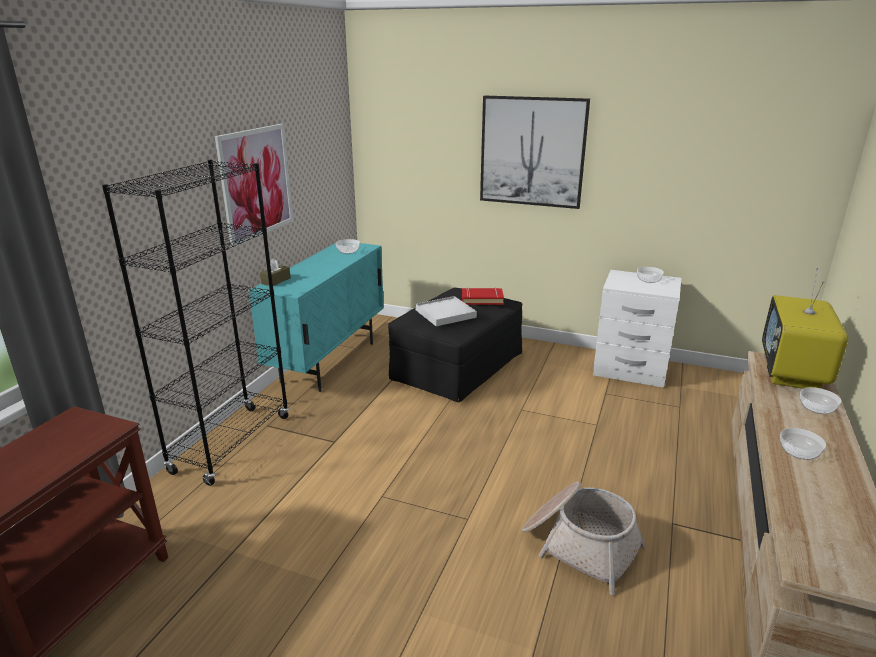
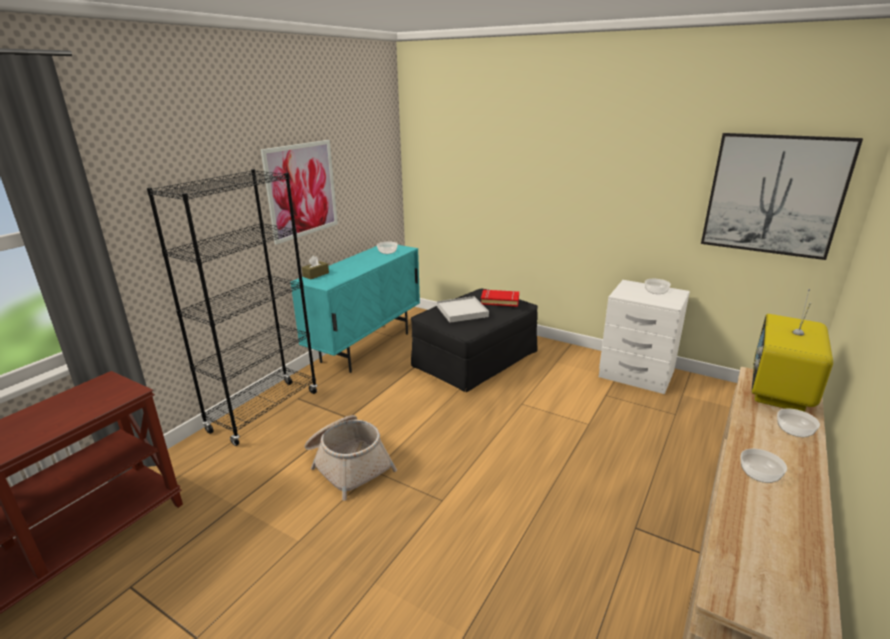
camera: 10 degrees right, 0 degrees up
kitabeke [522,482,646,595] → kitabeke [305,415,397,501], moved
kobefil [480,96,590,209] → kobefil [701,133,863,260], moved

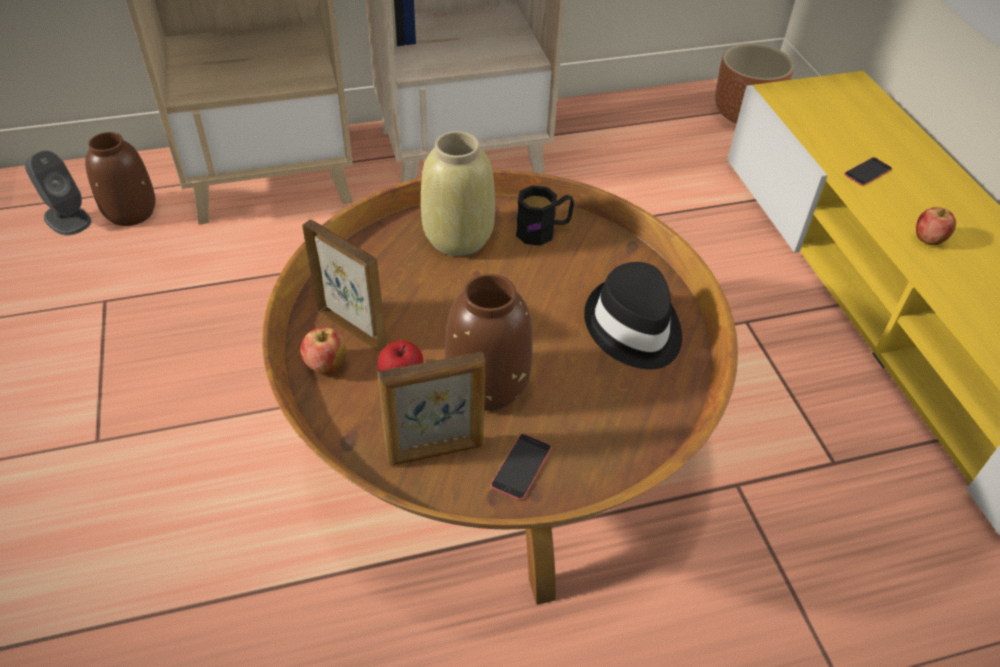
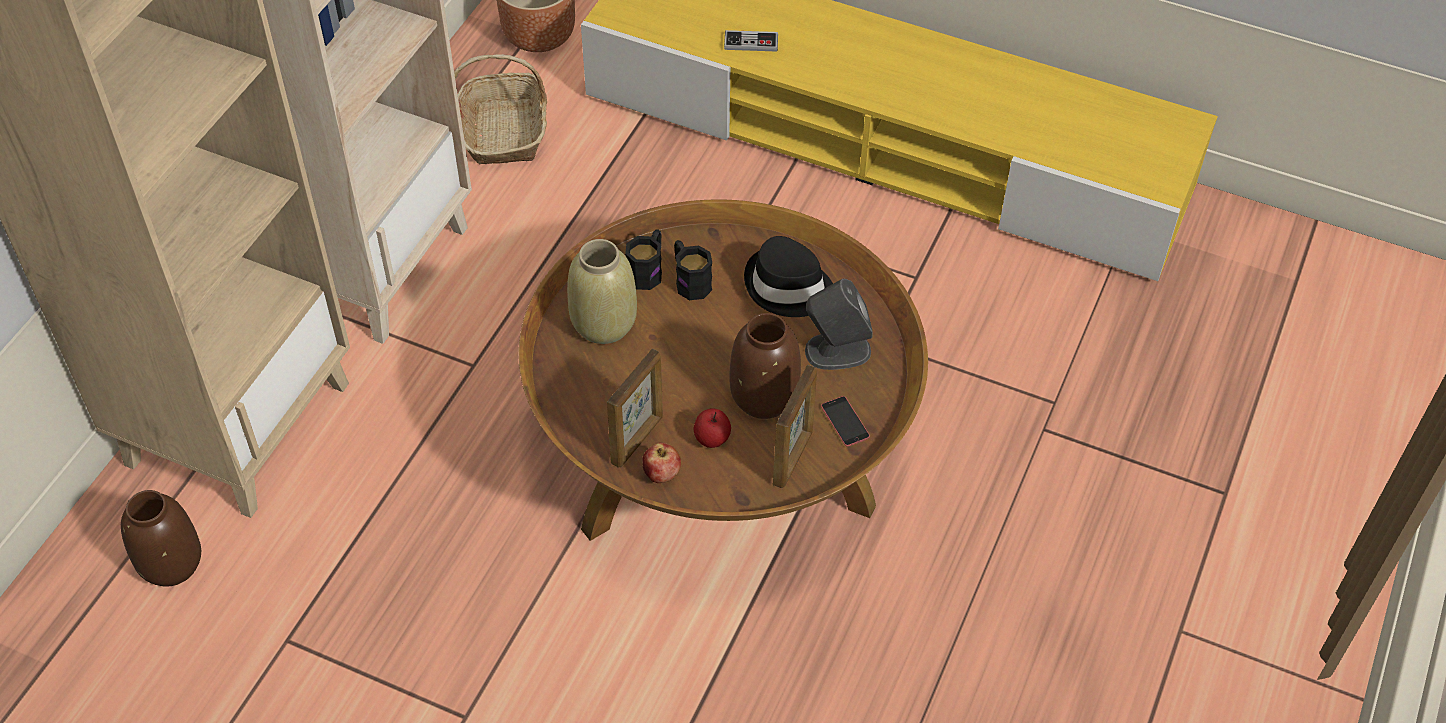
camera: 50 degrees left, 5 degrees up
- → kitabeke [454,54,547,164]
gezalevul [303,220,387,352] → gezalevul [607,349,663,468], 135 degrees clockwise
- → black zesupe [674,240,712,300]
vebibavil [844,157,892,186] → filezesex [724,30,778,51]
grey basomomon [25,150,91,235] → grey basomomon [805,279,873,370], moved
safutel [916,207,956,245] → -

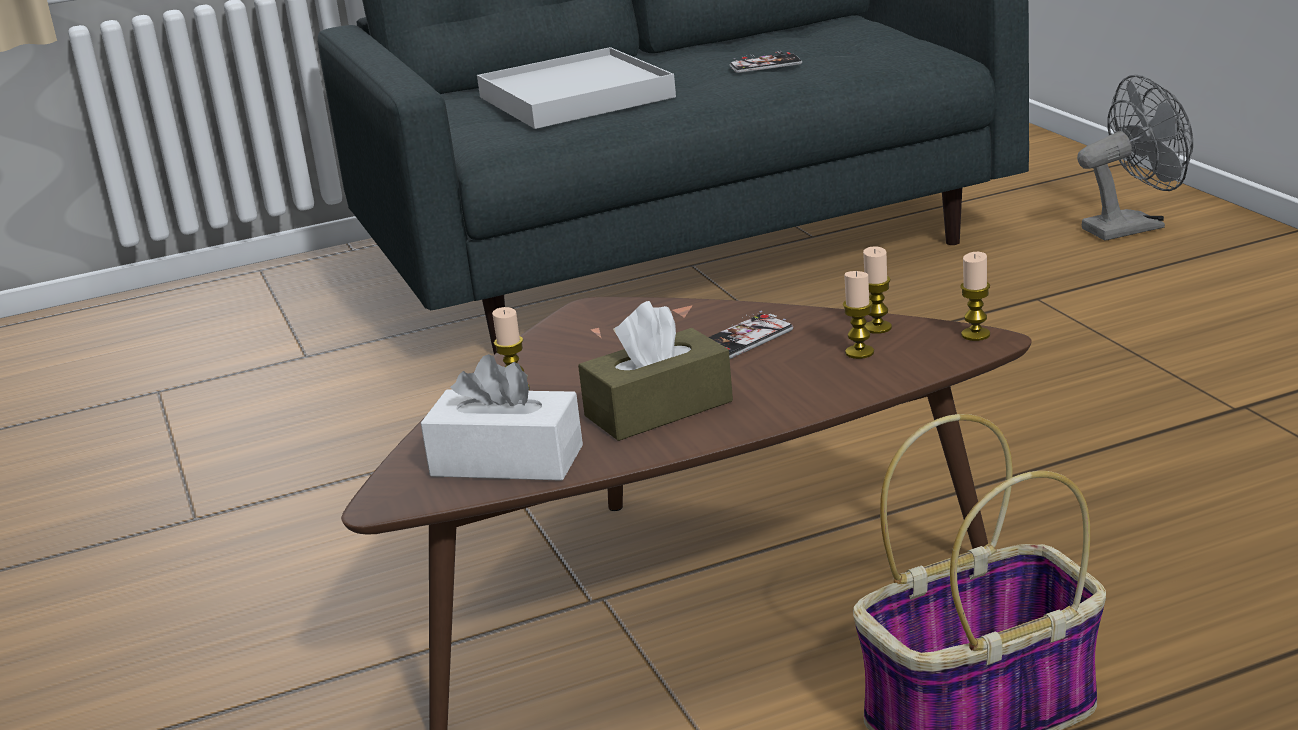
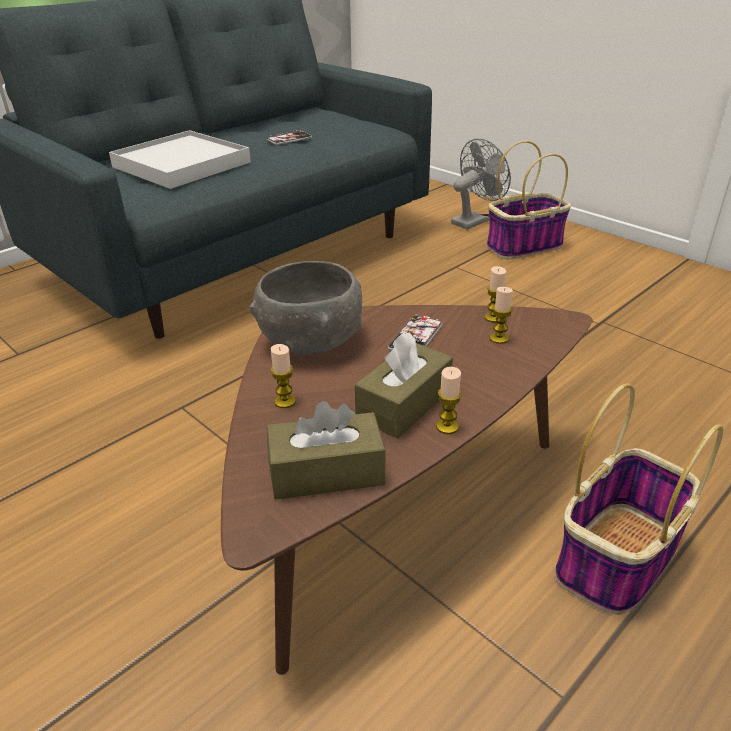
camera: 25 degrees left, 10 degrees up
- → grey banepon [249,261,362,354]
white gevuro [421,354,583,481] → brown gevuro [267,401,386,500]
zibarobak [960,252,990,341] → zibarobak [436,367,462,434], moved
- → kitabeke [487,141,571,259]

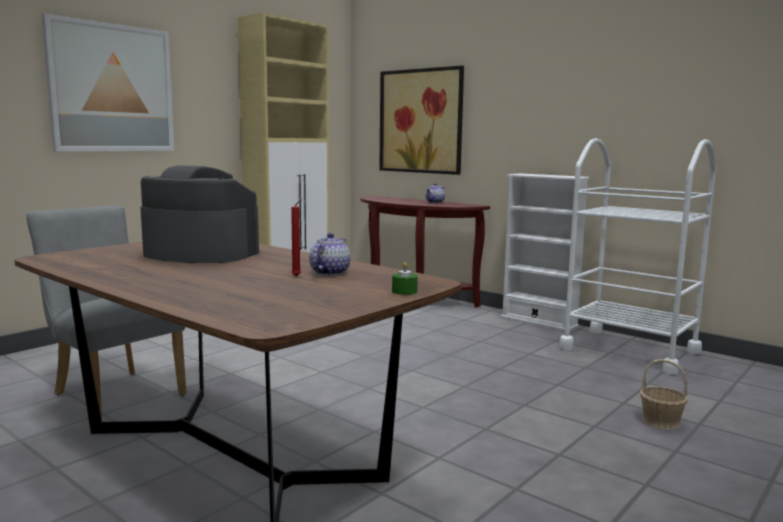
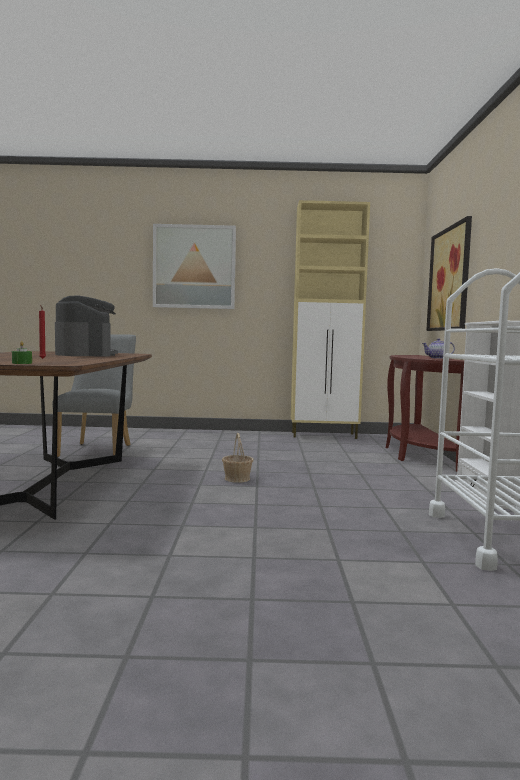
camera: 50 degrees right, 5 degrees down
kitabeke [640,359,688,430] → kitabeke [222,433,254,483], moved
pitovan [309,233,351,276] → -

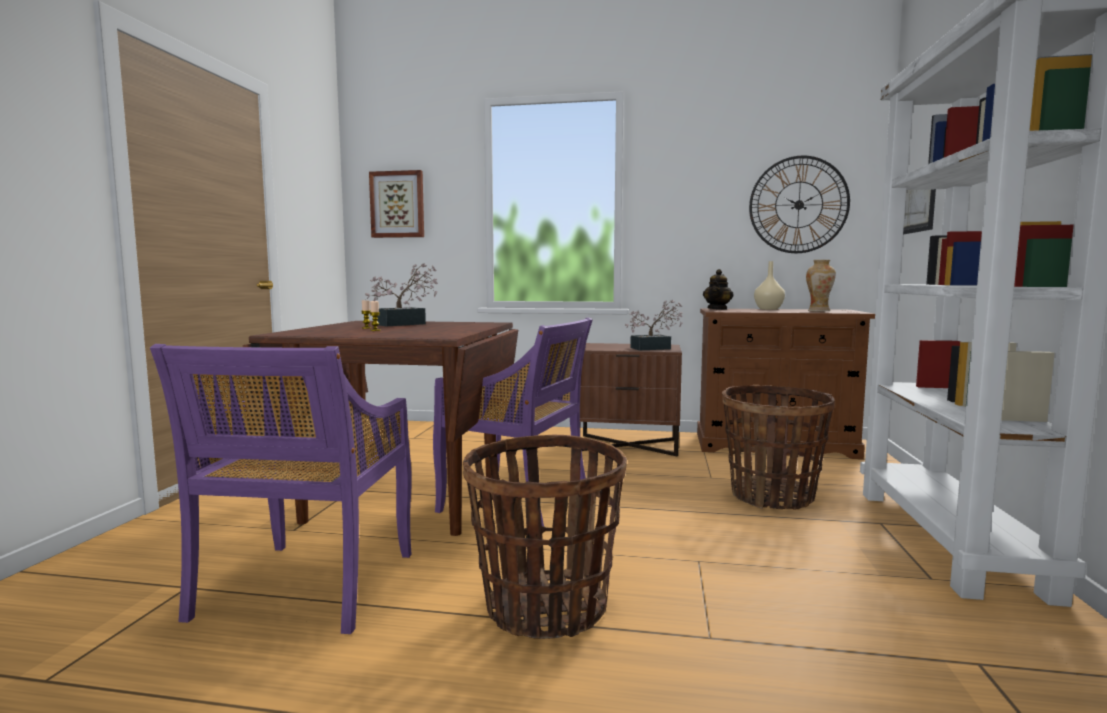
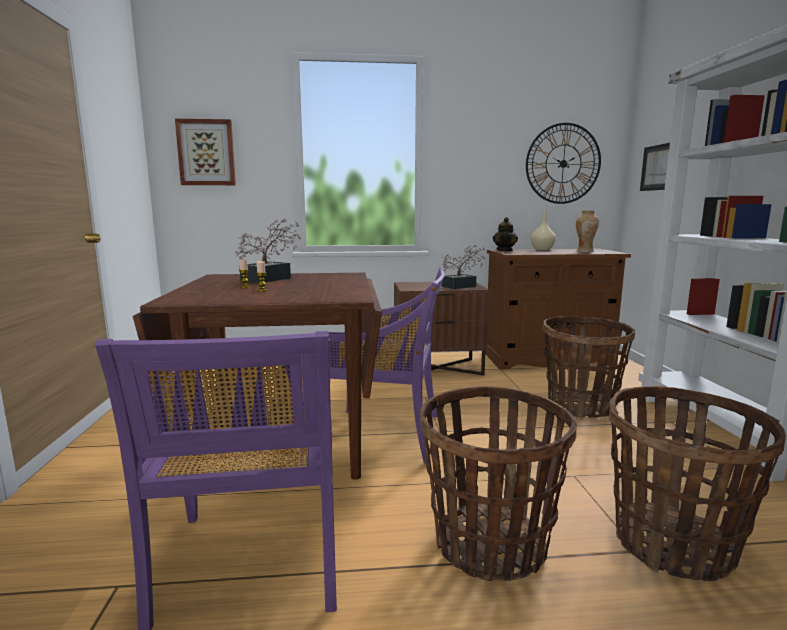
camera: 15 degrees left, 5 degrees up
- → kitabeke [609,386,786,581]

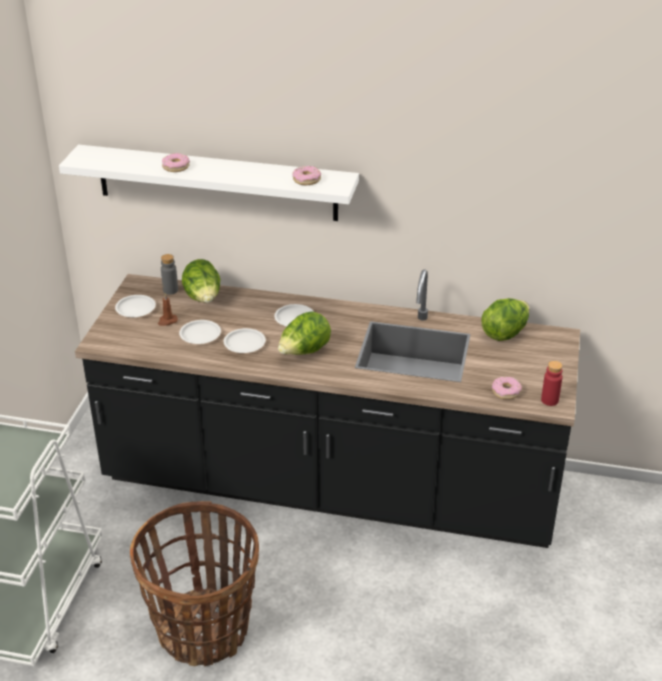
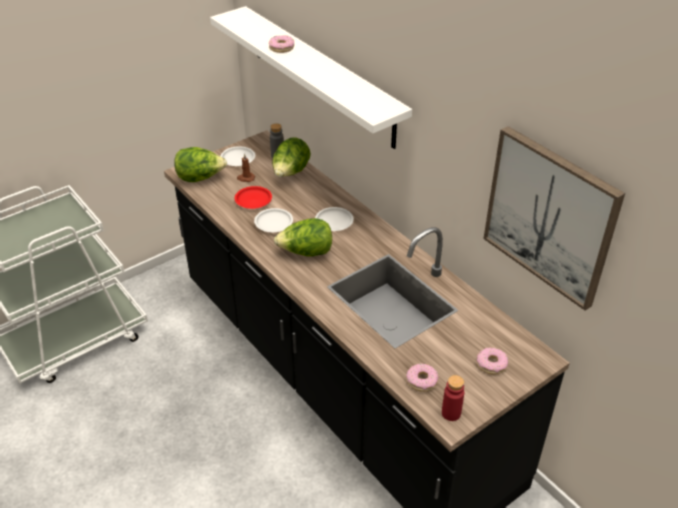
camera: 40 degrees right, 5 degrees up
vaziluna [482,298,529,341] → vaziluna [174,147,227,182], moved
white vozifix [179,320,221,344] → red vozifix [235,186,272,209]
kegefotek [292,166,321,185] → kegefotek [477,347,508,375], moved
- → kobefil [483,126,625,311]
kitabeke [130,501,259,666] → -

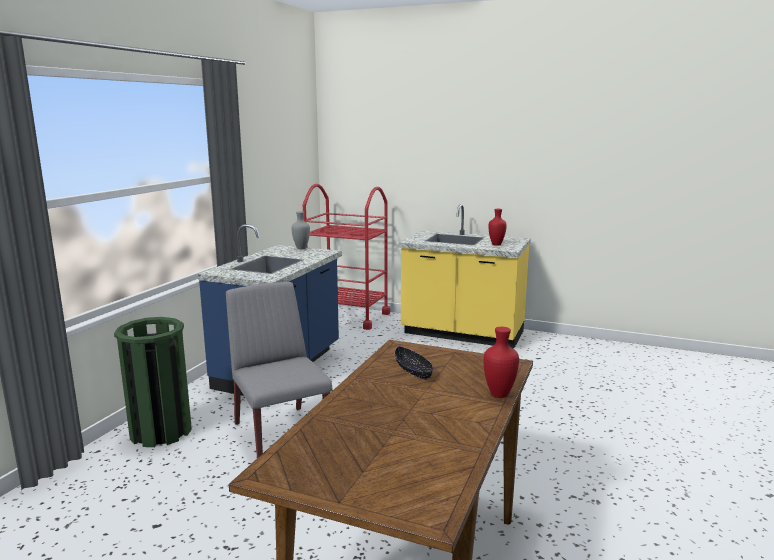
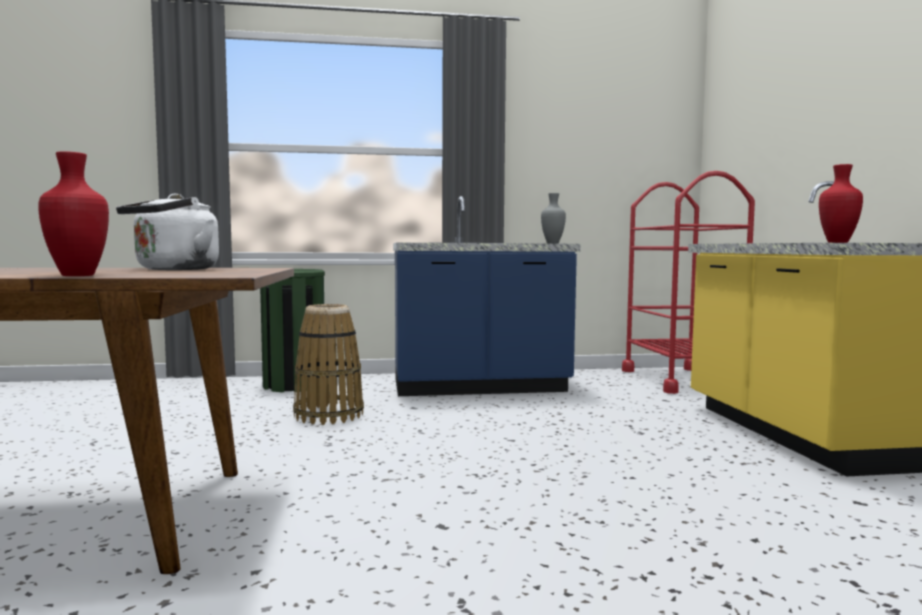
camera: 60 degrees right, 10 degrees down
black banepon [395,346,433,380] → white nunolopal [116,194,219,270]
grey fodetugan [226,282,332,458] → kitabeke [293,304,364,425]

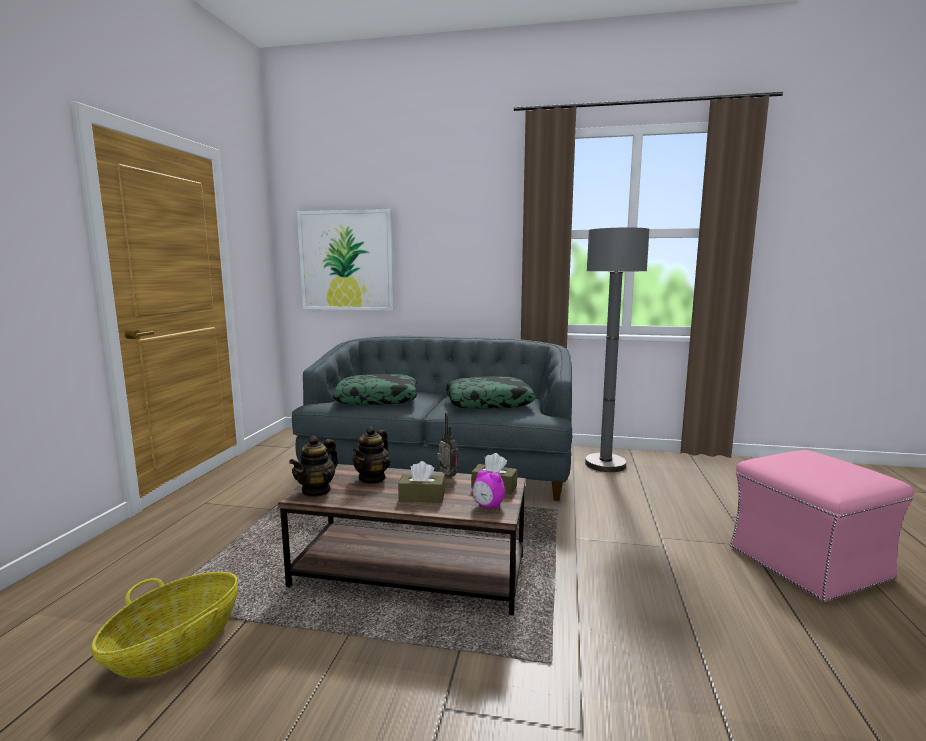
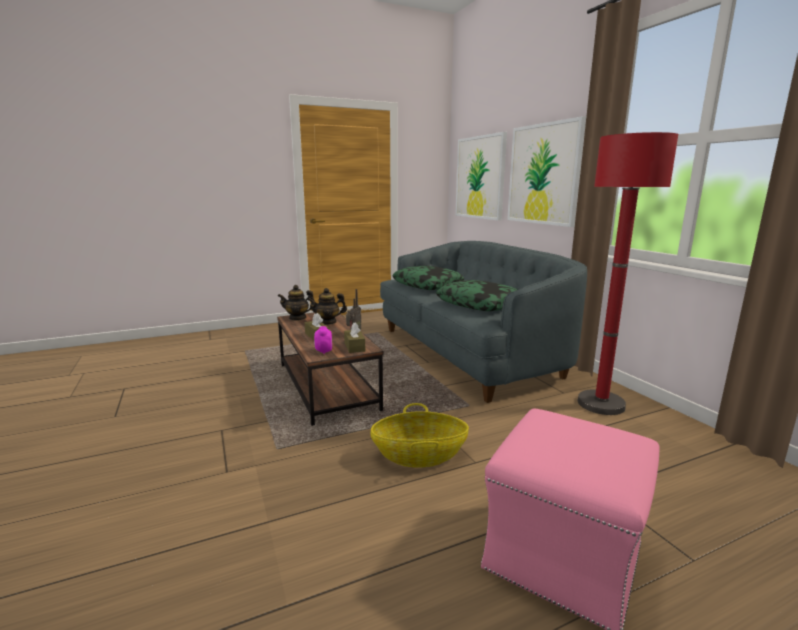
camera: 55 degrees right, 5 degrees up
kitabeke [92,572,238,678] → kitabeke [370,403,469,468], moved
- → kobefil [507,116,586,227]
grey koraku [585,228,649,472] → red koraku [578,132,678,415]

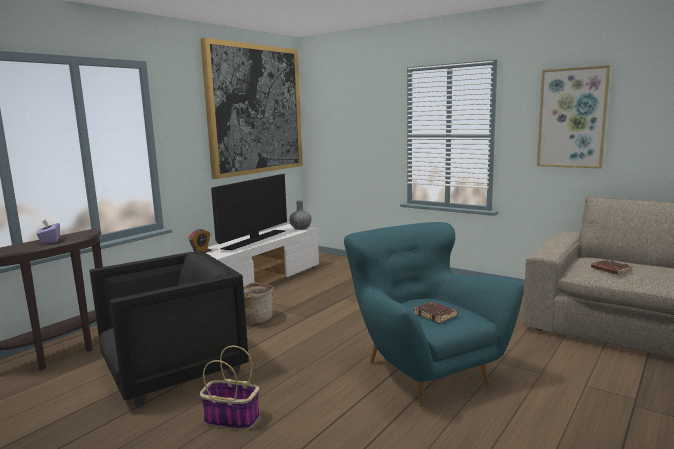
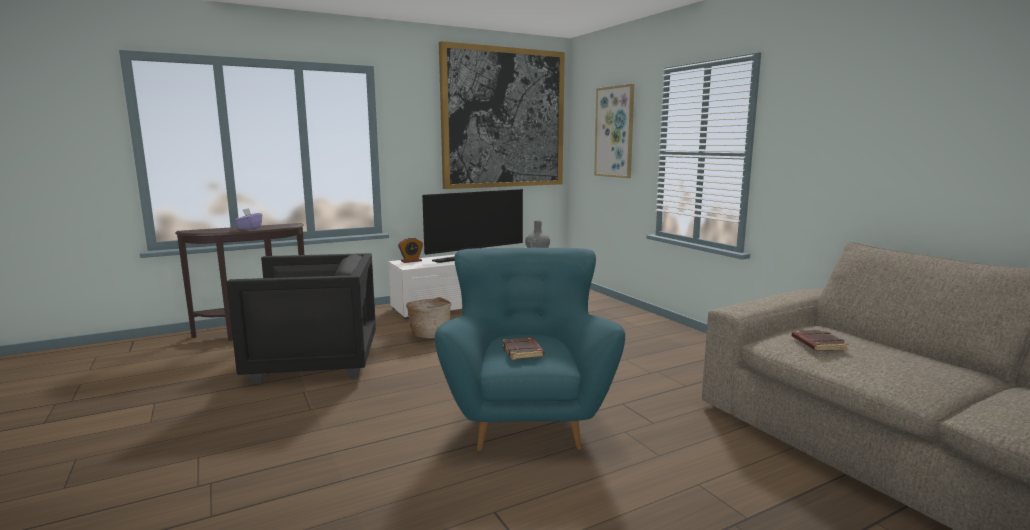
camera: 25 degrees right, 0 degrees up
kobefil [537,65,611,168] → kobefil [594,84,634,178], moved
kitabeke [200,346,260,430] → -

